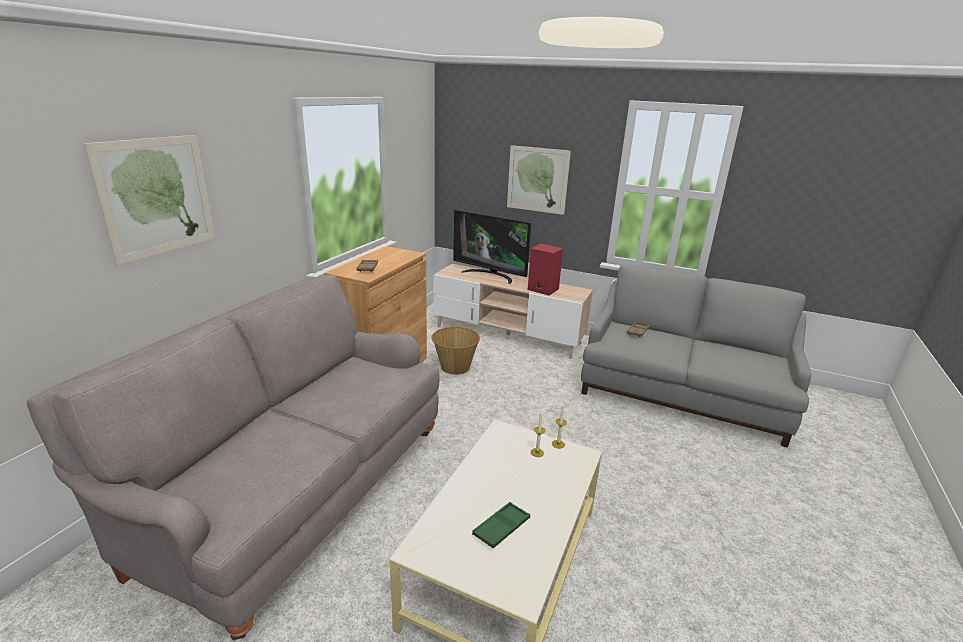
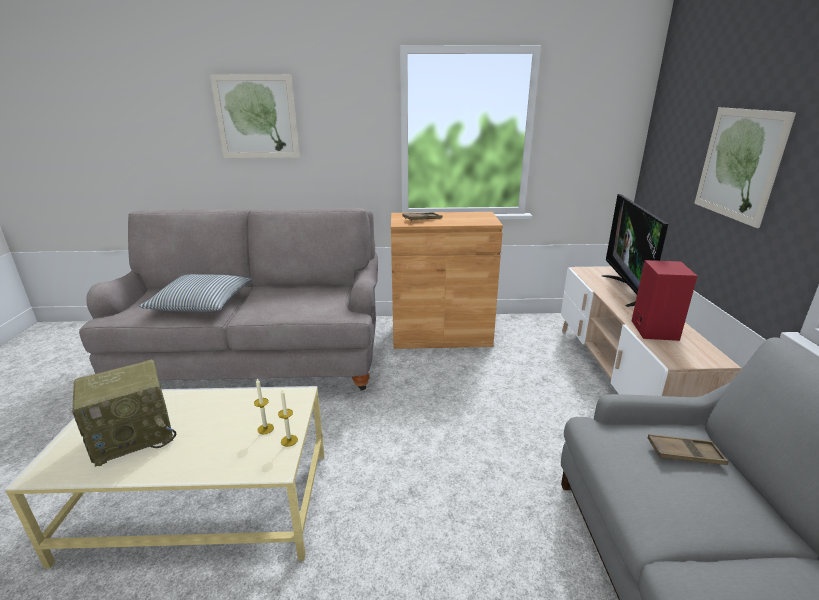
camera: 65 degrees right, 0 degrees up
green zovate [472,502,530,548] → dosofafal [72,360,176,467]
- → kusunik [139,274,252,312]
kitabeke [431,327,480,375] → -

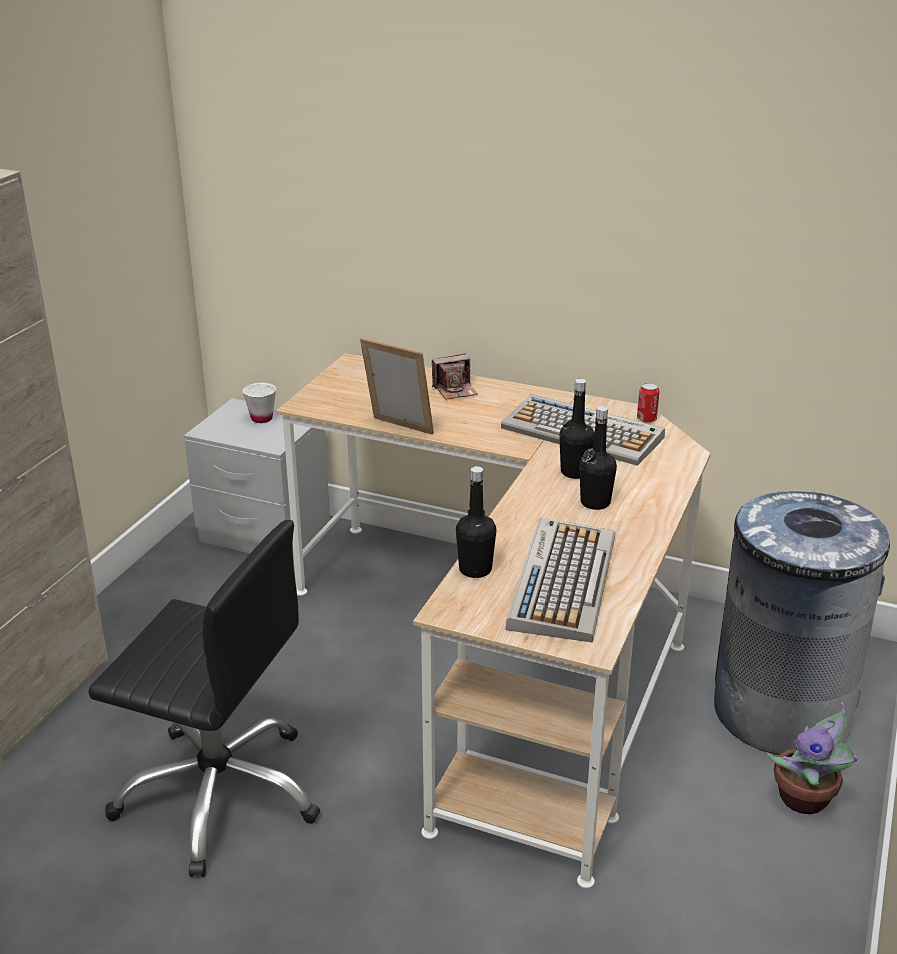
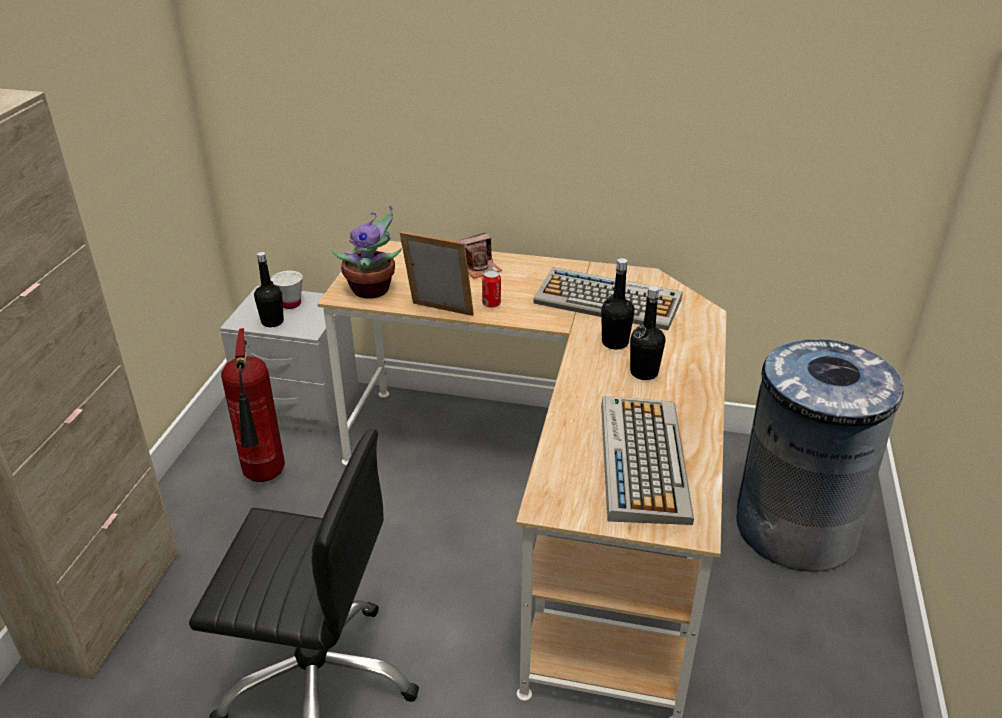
camera: 10 degrees left, 5 degrees up
- → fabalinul [221,328,285,482]
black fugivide [456,466,496,578] → black fugivide [254,252,284,327], moved
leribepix [767,702,857,814] → leribepix [331,205,402,298], moved
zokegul [637,382,659,423] → zokegul [482,270,501,308], moved

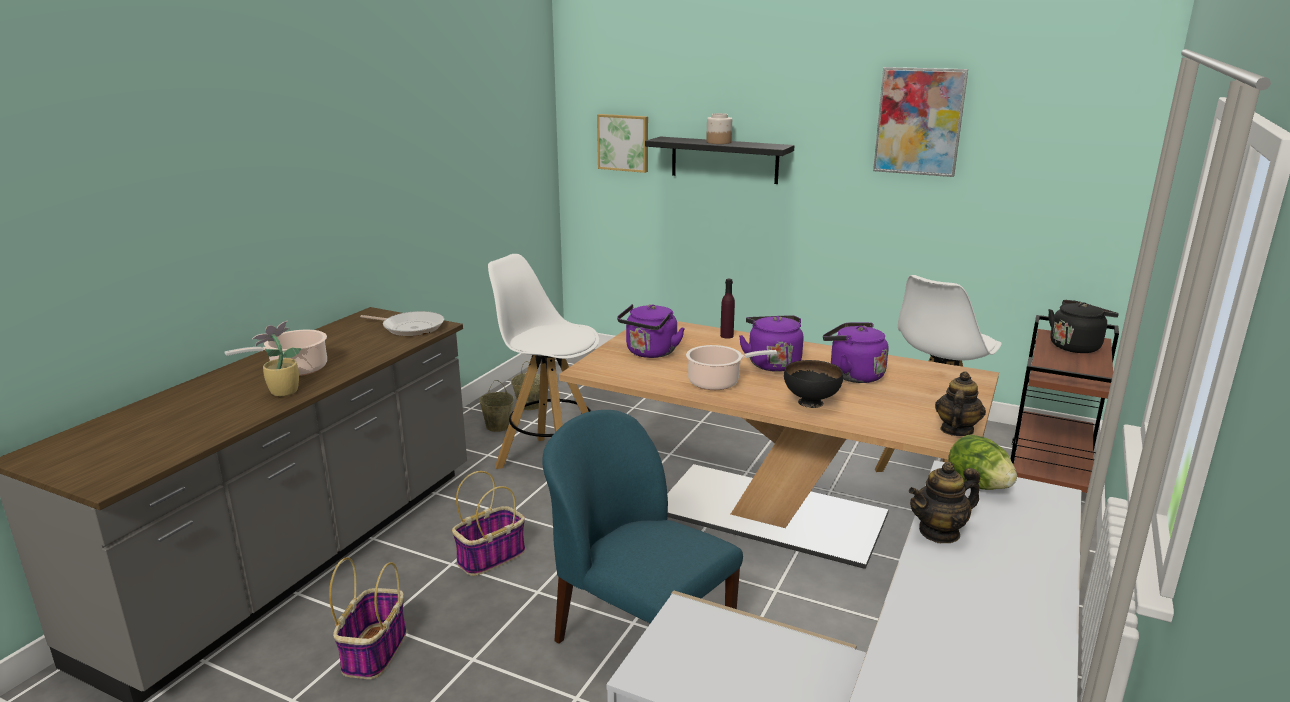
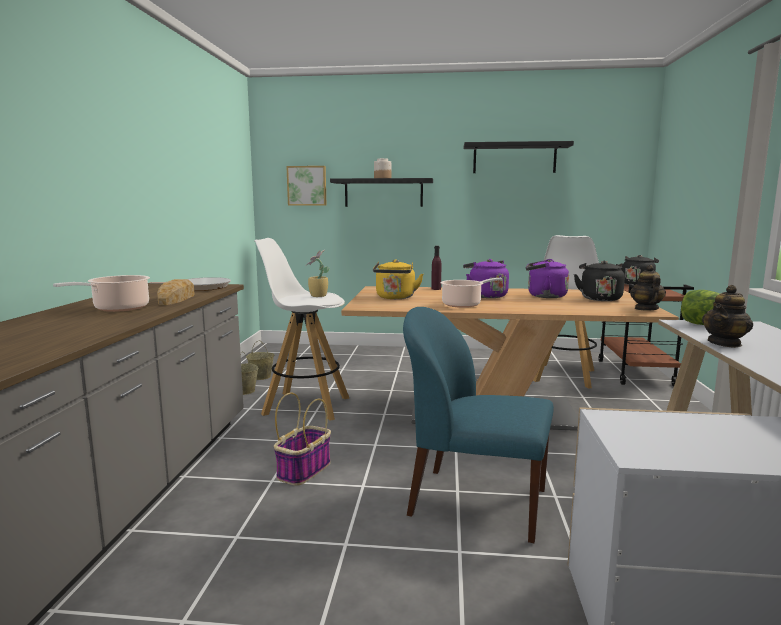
camera: 20 degrees left, 10 degrees down
- → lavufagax [157,279,195,305]
leribepix [252,321,302,396] → leribepix [306,250,330,297], moved
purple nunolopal [617,304,685,358] → yellow nunolopal [373,259,423,299]
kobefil [873,67,968,177] → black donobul [464,141,574,173]
- → black nunolopal [574,261,625,301]
kitabeke [329,557,407,679] → -
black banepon [784,360,843,408] → -

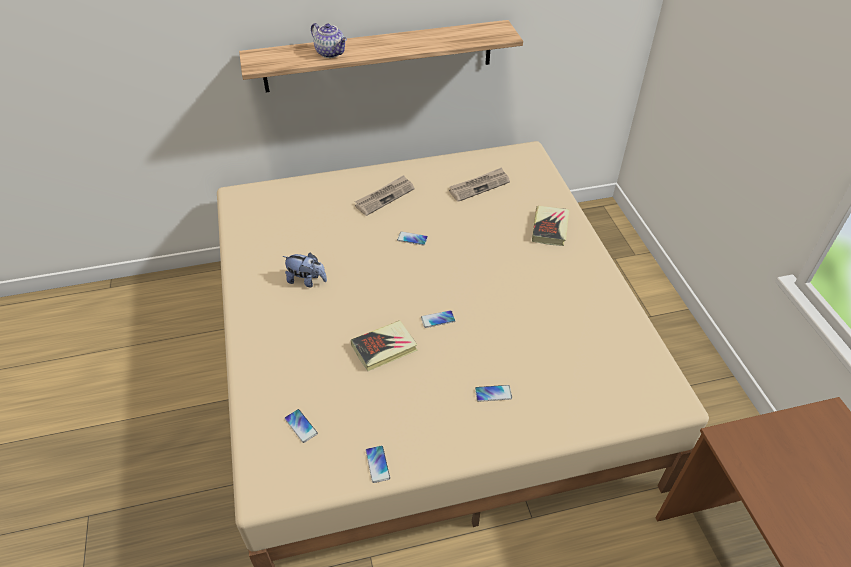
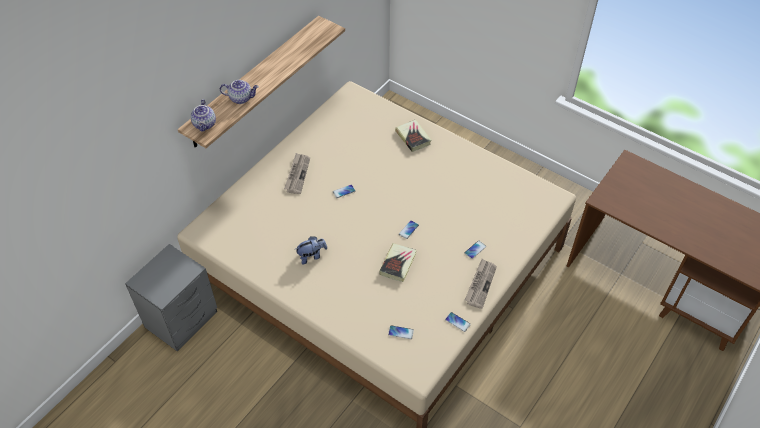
camera: 40 degrees left, 5 degrees up
- → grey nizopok [125,244,217,351]
- → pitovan [191,99,216,132]
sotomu [449,167,510,202] → sotomu [465,259,497,309], moved

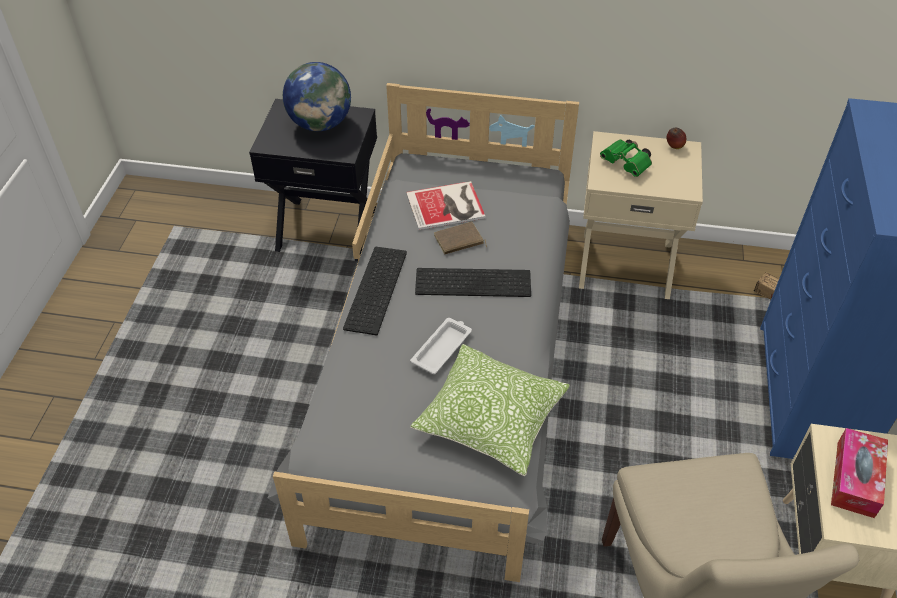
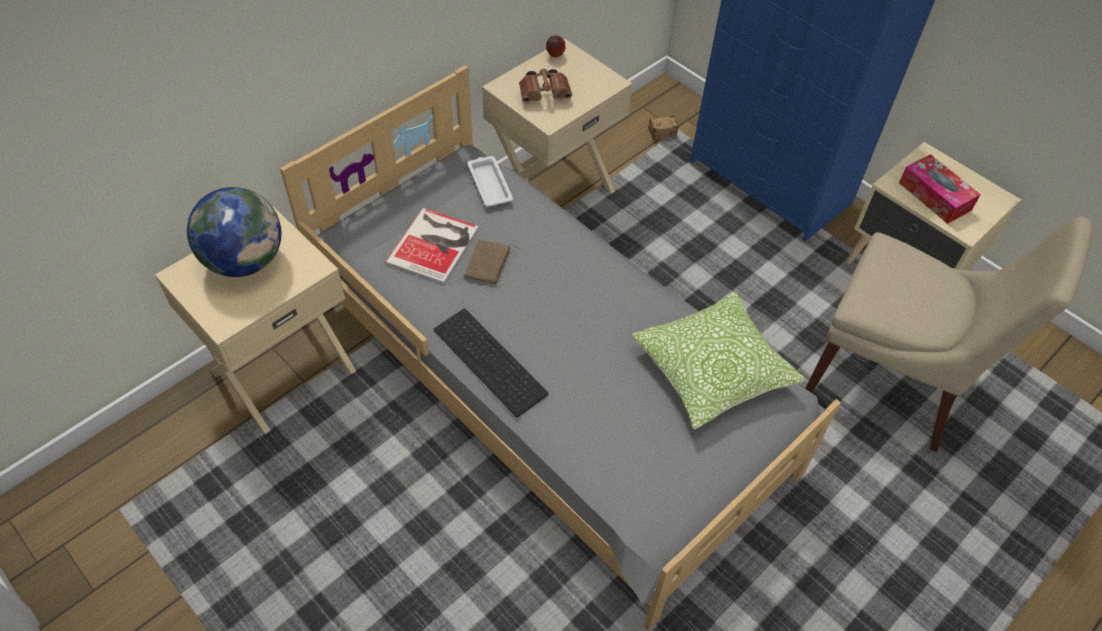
camera: 55 degrees left, 5 degrees up
black nizopok [249,99,377,261] → beige nizopok [155,207,356,434]
white zovate [410,318,472,374] → white zovate [467,156,513,207], moved
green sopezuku [600,140,652,177] → brown sopezuku [519,69,572,103]
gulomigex [415,268,531,297] → -

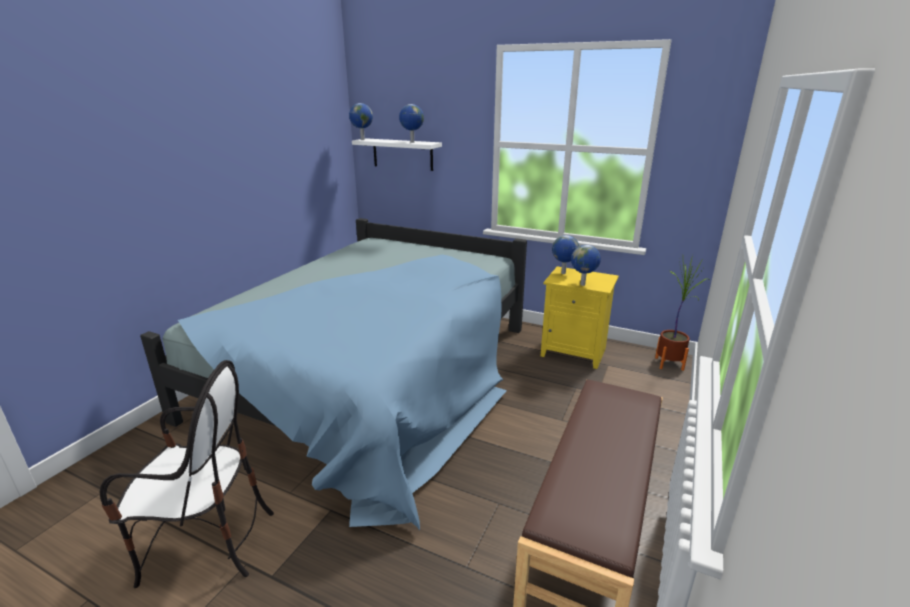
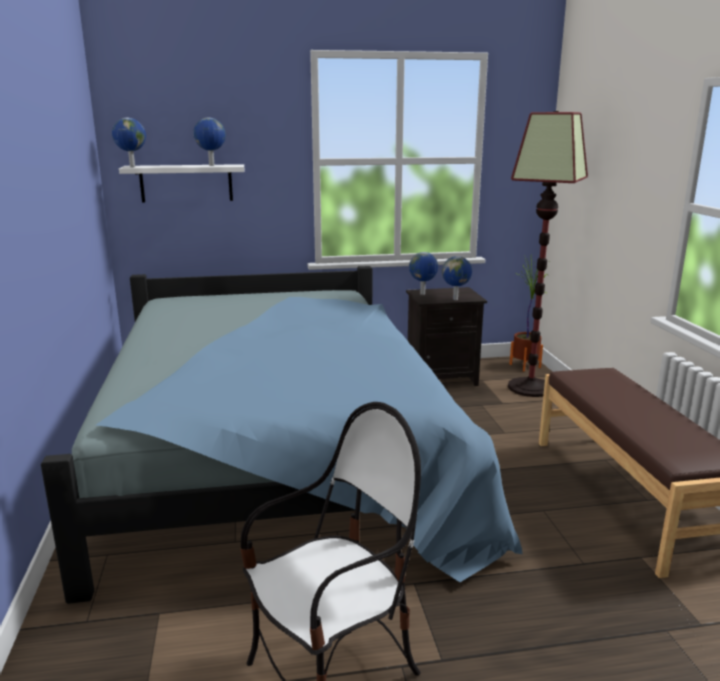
camera: 35 degrees left, 5 degrees down
yellow nizopok [541,266,619,369] → black nizopok [406,287,487,386]
- → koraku [508,111,588,397]

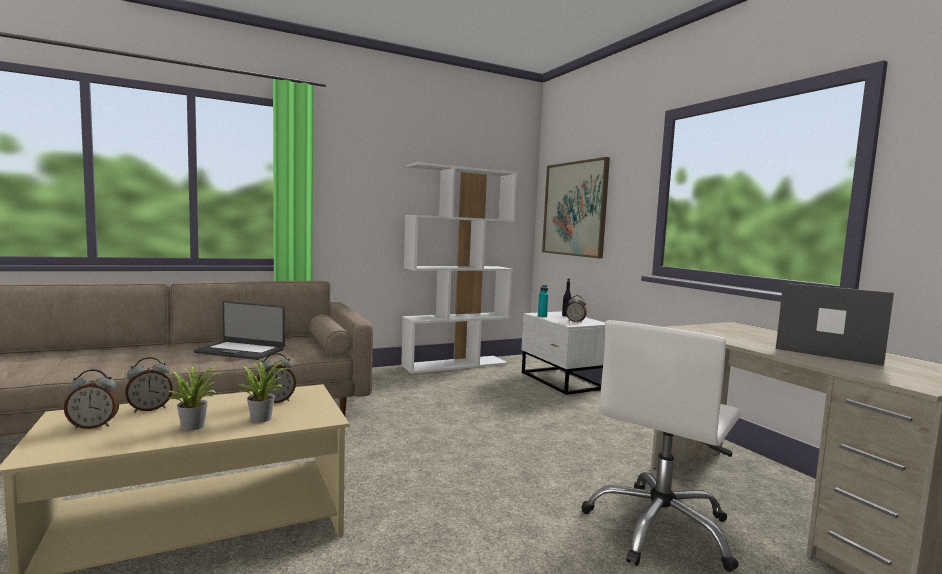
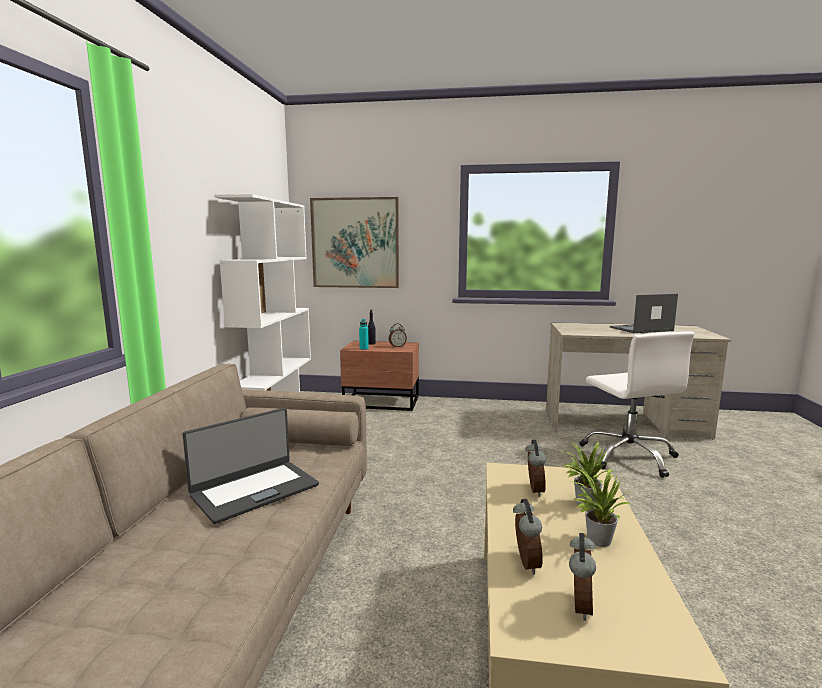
camera: 55 degrees left, 5 degrees up
white nizopok [521,311,605,395] → brown nizopok [340,341,419,411]

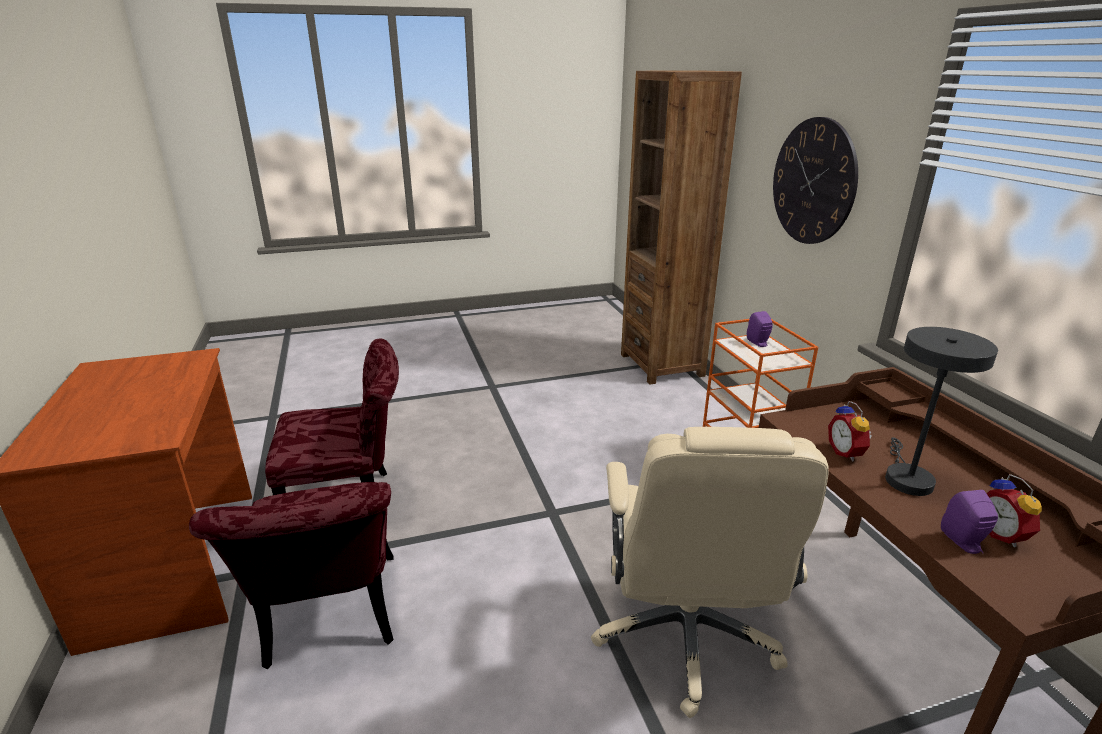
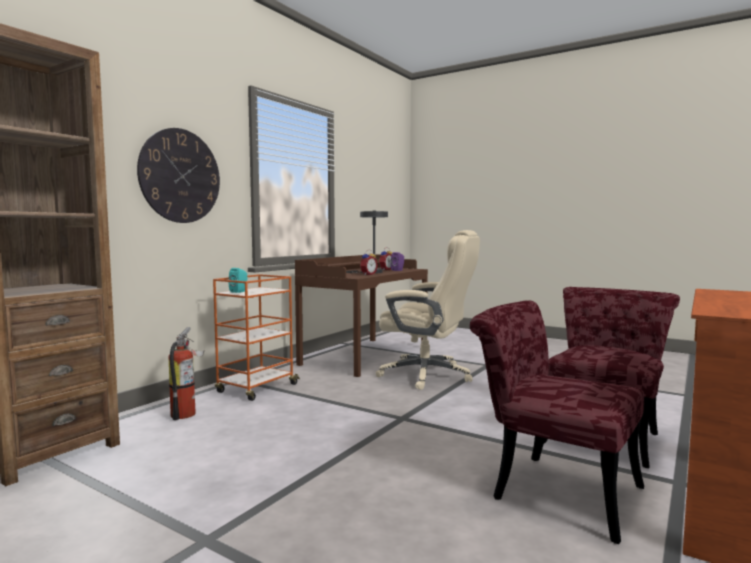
camera: 130 degrees left, 20 degrees down
- → fabalinul [168,327,205,420]
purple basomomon [747,311,773,347] → turquoise basomomon [229,268,247,293]
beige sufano [591,427,829,718] → beige sufano [376,230,480,390], 60 degrees clockwise

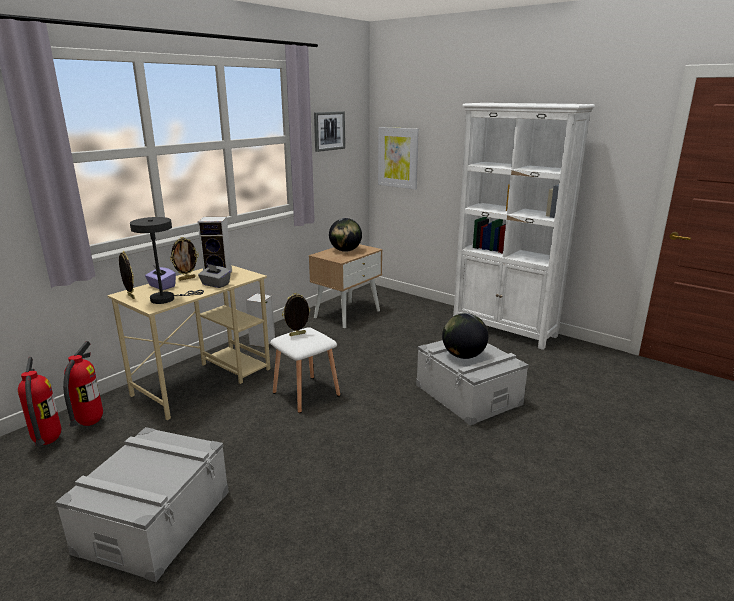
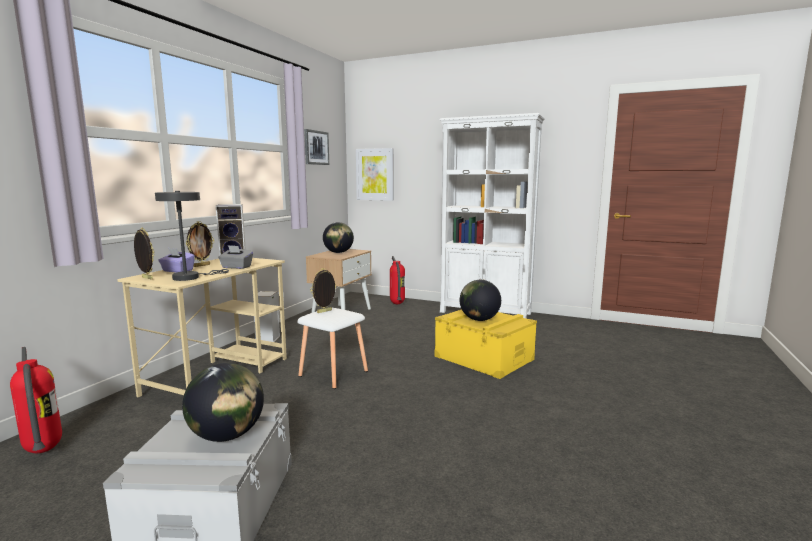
camera: 15 degrees left, 10 degrees down
- → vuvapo [182,363,264,442]
fabalinul [63,341,103,427] → fabalinul [390,256,405,304], moved
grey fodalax [416,340,529,426] → yellow fodalax [435,309,537,379]

